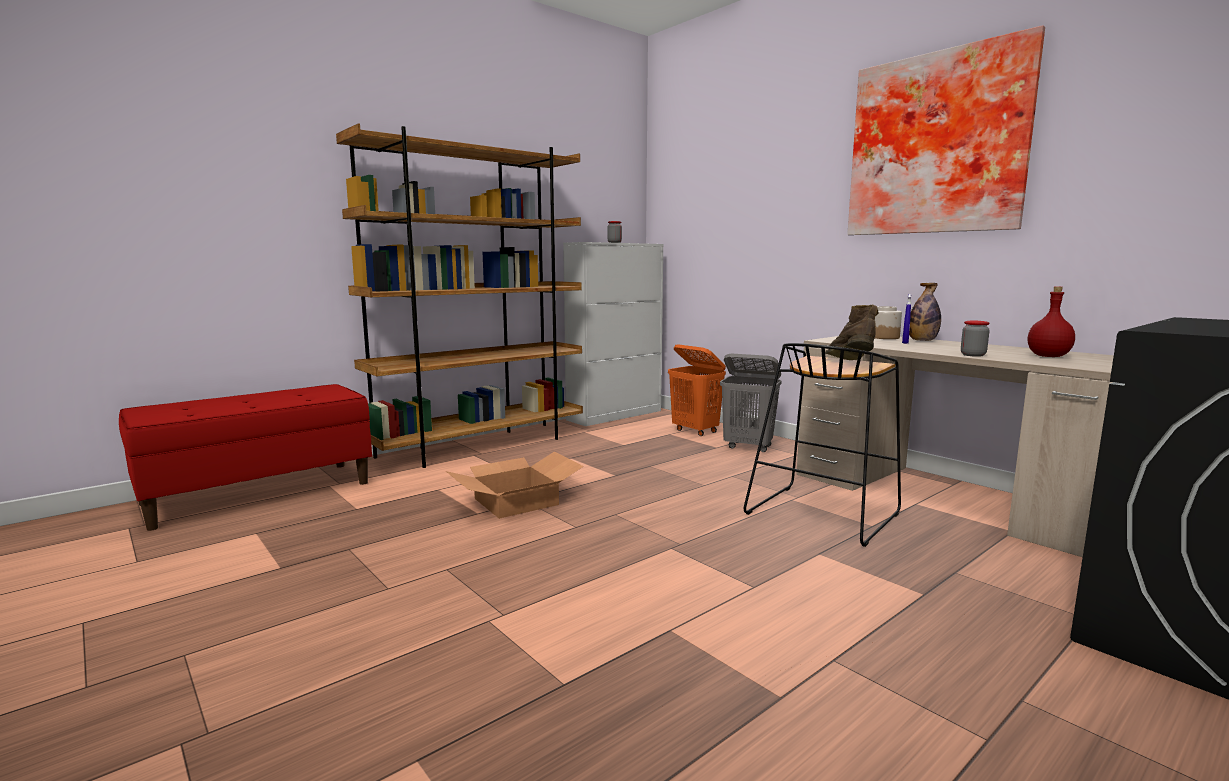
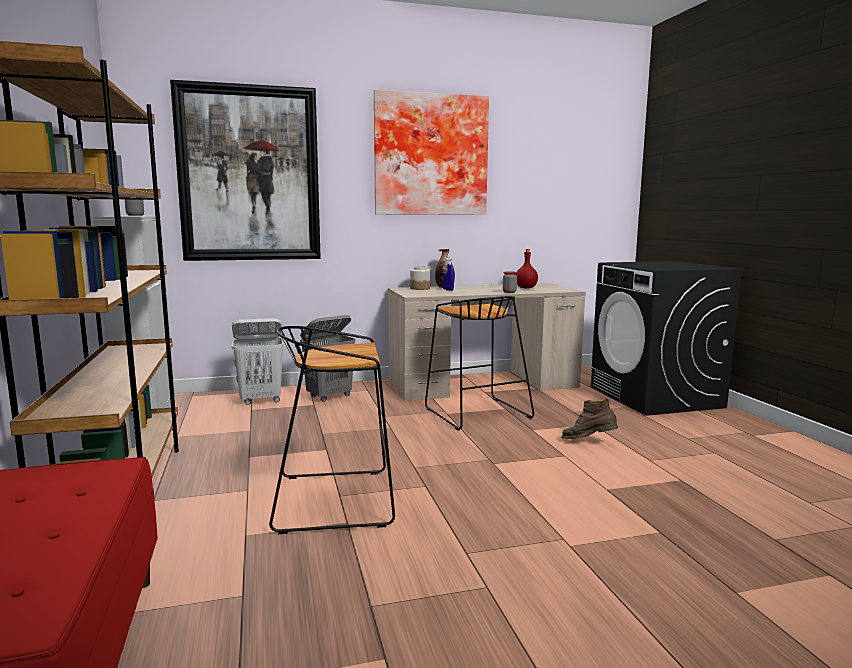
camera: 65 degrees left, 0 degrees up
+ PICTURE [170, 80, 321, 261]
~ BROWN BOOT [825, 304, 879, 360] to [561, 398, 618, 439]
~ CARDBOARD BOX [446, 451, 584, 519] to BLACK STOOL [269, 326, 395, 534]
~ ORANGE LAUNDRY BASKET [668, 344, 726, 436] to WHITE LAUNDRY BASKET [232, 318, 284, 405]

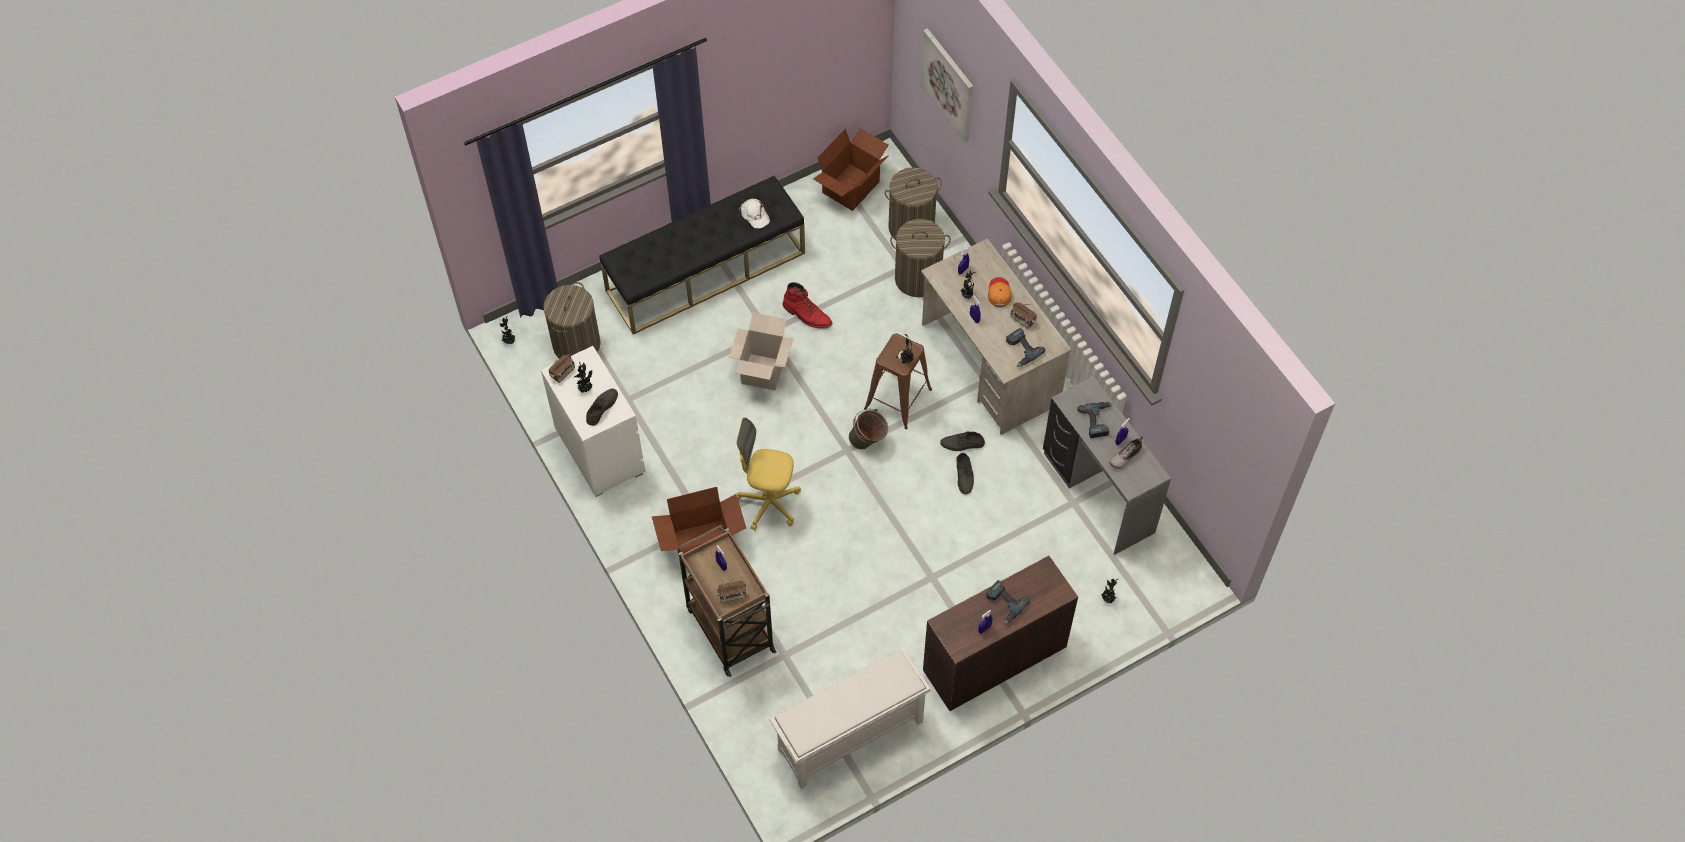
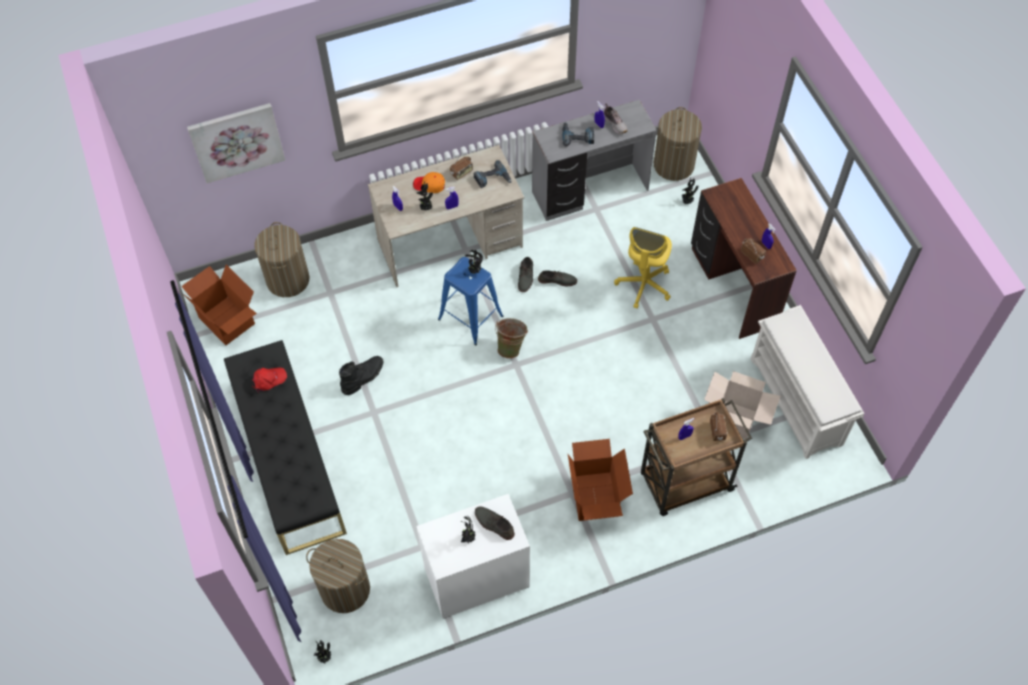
camera: 80 degrees left, 0 degrees up
- POWER DRILL [985, 580, 1030, 625]
~ RADIO [549, 352, 575, 383] to [741, 238, 766, 264]
~ CARDBOARD BOX [729, 313, 793, 390] to [704, 371, 781, 439]
~ YELLOW OFFICE CHAIR [736, 417, 801, 531] to [614, 227, 672, 309]
~ LAUNDRY BASKET [890, 219, 951, 297] to [654, 107, 702, 181]
~ WHITE CAP [739, 199, 770, 229] to RED CAP [252, 368, 287, 393]
~ RED BOOT [783, 282, 832, 329] to BLACK BOOT [339, 356, 384, 395]
~ BROWN STOOL [864, 334, 932, 429] to BLUE STOOL [438, 257, 503, 345]

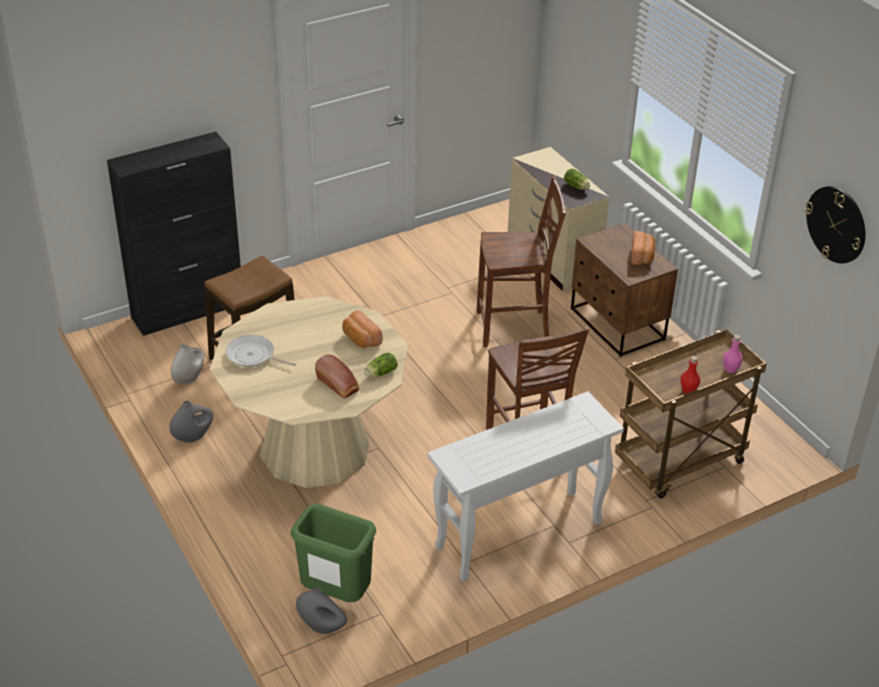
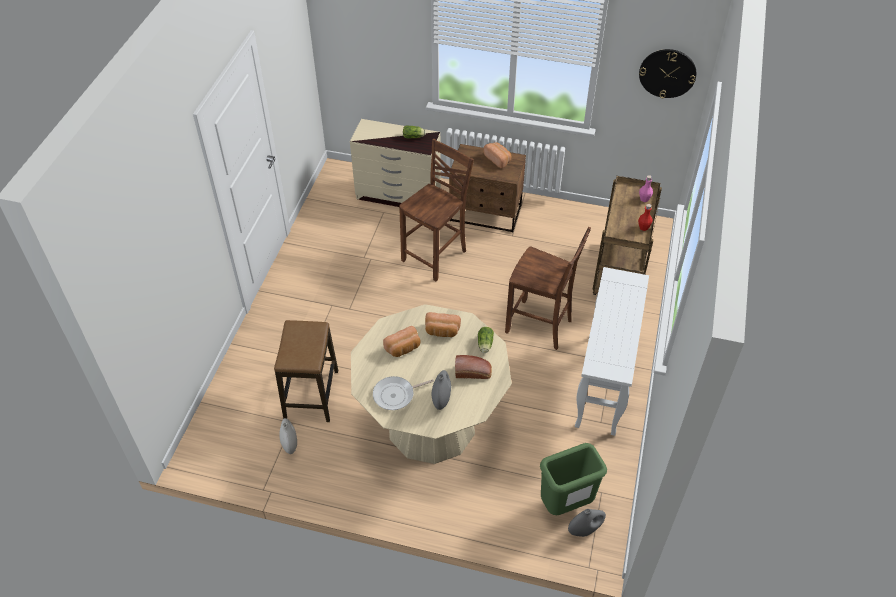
camera: 45 degrees left, 10 degrees up
- BLACK CABINET [107, 132, 241, 336]
+ BREAD [383, 326, 421, 357]
~ GREY VASE [169, 401, 213, 443] to [432, 370, 451, 410]

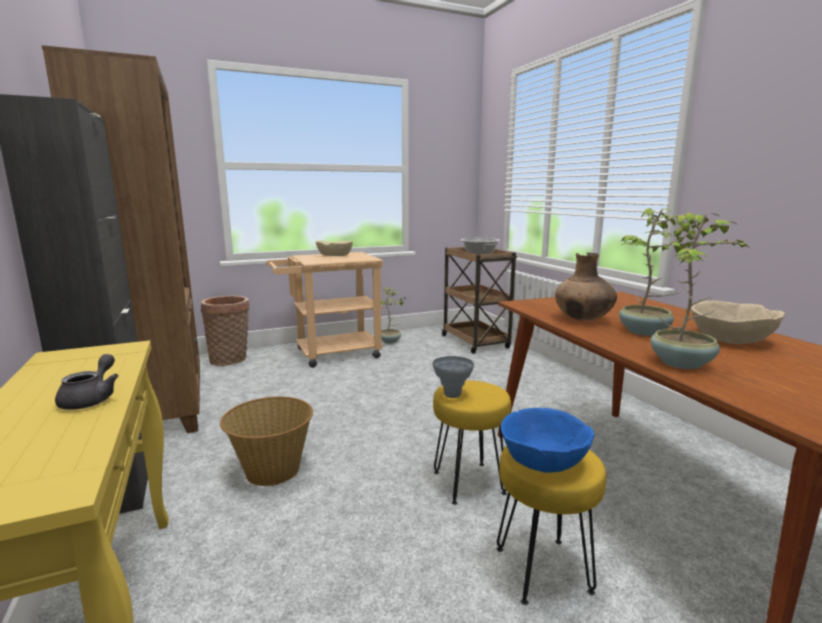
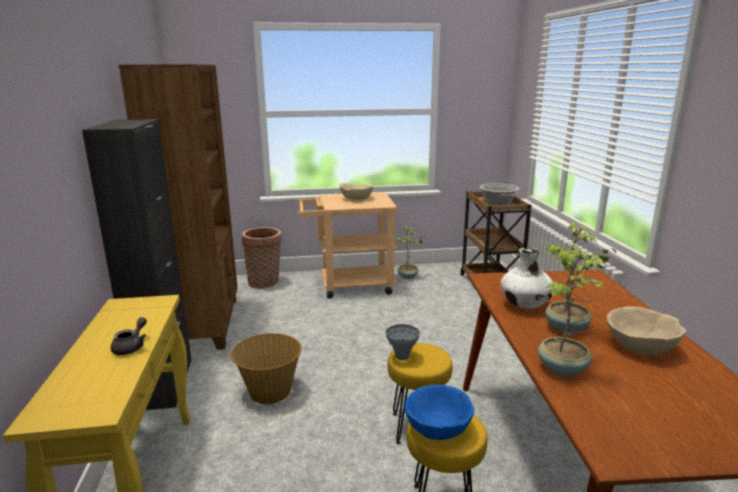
camera: 15 degrees right, 5 degrees up
~ BROWN VASE [555, 252, 617, 321] to WHITE VASE [500, 247, 554, 308]

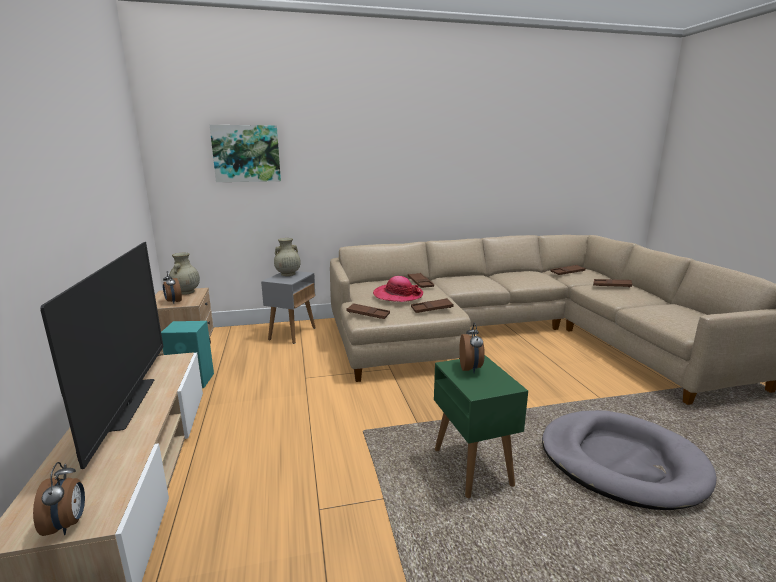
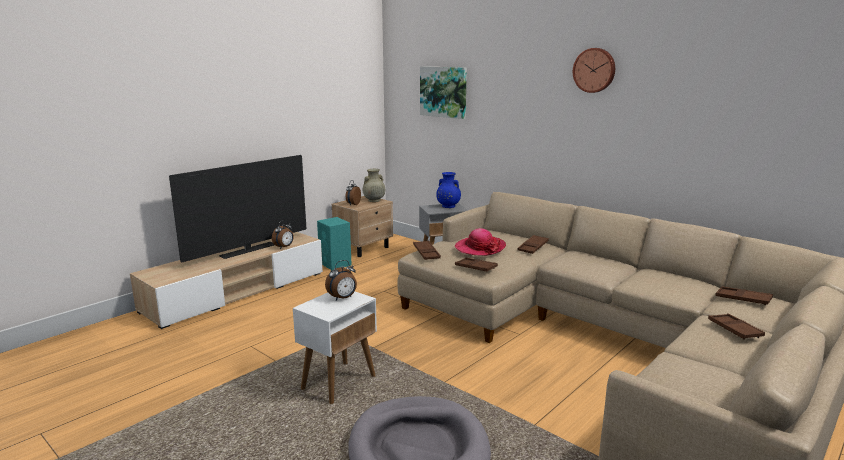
camera: 55 degrees right, 0 degrees up
+ WALL CLOCK [573, 48, 615, 93]
~ ALARM CLOCK [33, 462, 85, 536] to [272, 220, 294, 249]
~ BEIGE VASE [274, 238, 301, 276] to BLUE VASE [436, 172, 461, 208]
~ GREEN SIDE TABLE [434, 355, 528, 498] to WHITE SIDE TABLE [293, 292, 377, 404]

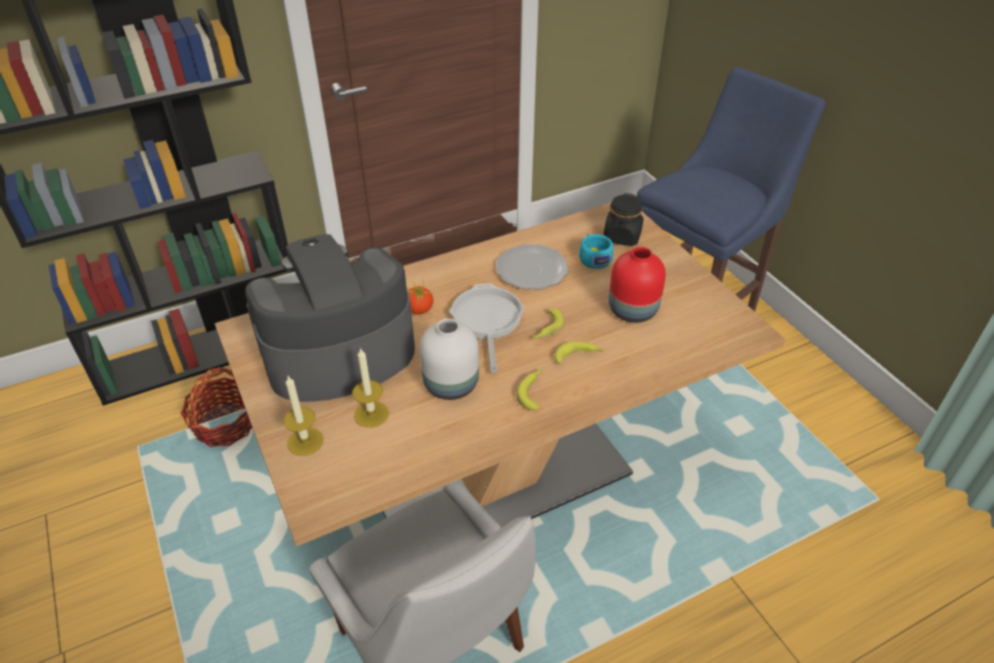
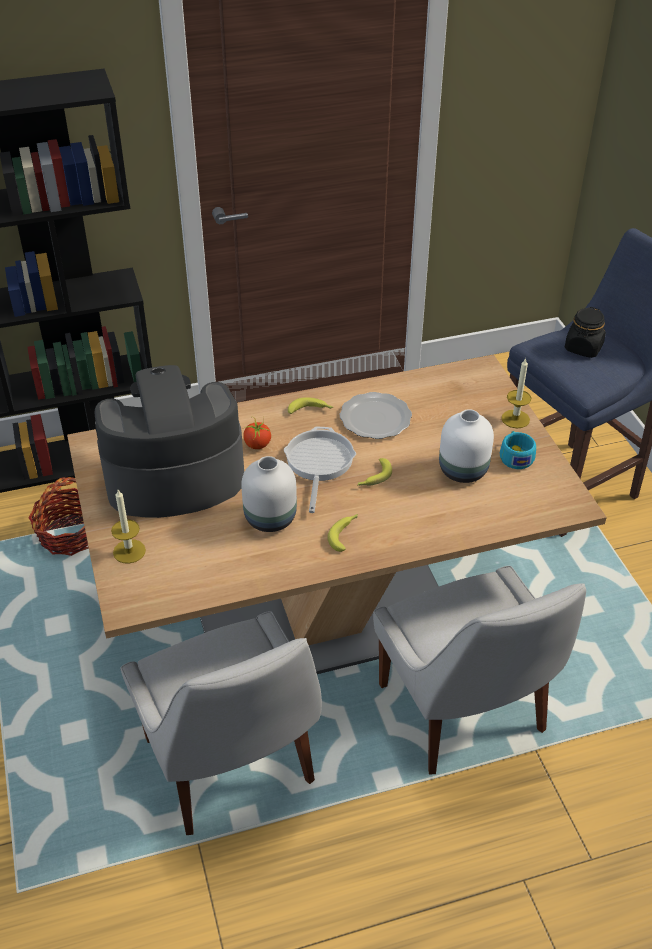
camera: 10 degrees right, 0 degrees up
+ WHITE CHAIR [373, 566, 586, 775]
~ CANDLE [352, 347, 389, 428] to [501, 358, 531, 428]
~ BANANA [555, 341, 605, 364] to [288, 397, 333, 414]
~ TURQUOISE CUP [579, 234, 613, 269] to [500, 431, 536, 469]
~ BLACK JAR [604, 193, 644, 246] to [565, 307, 606, 358]
~ RED VASE [609, 247, 666, 323] to WHITE VASE [439, 409, 494, 483]

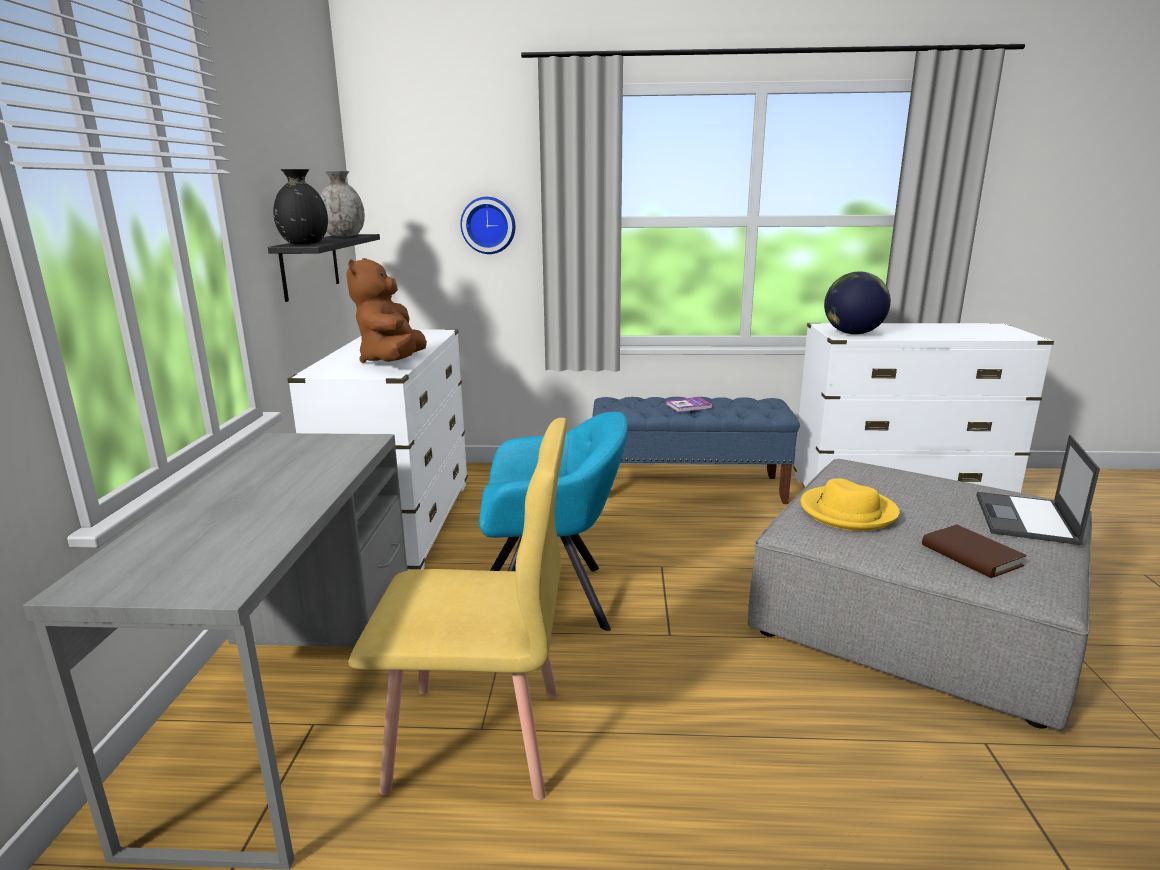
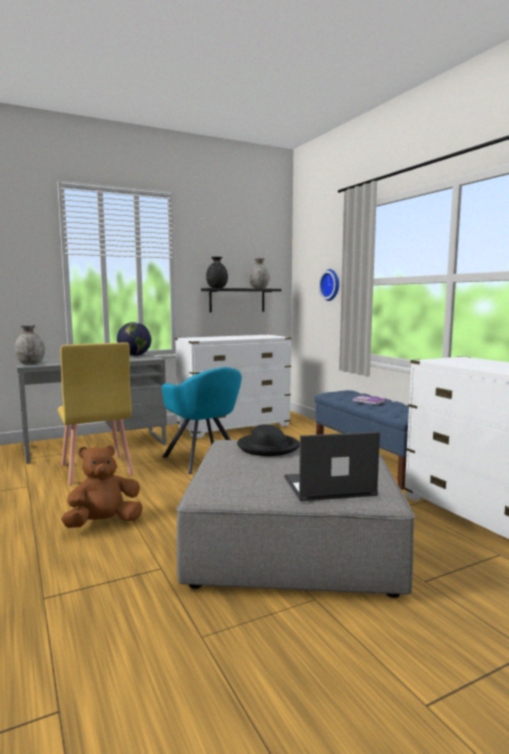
camera: 60 degrees right, 10 degrees down
- BROWN BOOK [922, 524, 1026, 578]
+ GREY VASE [15, 325, 45, 364]
~ BROWN PLUSH TOY [346, 258, 427, 363] to [61, 445, 143, 528]
~ GLOBE [824, 272, 891, 335] to [117, 322, 151, 356]
~ YELLOW HAT [800, 478, 900, 531] to BLACK HAT [237, 425, 300, 456]

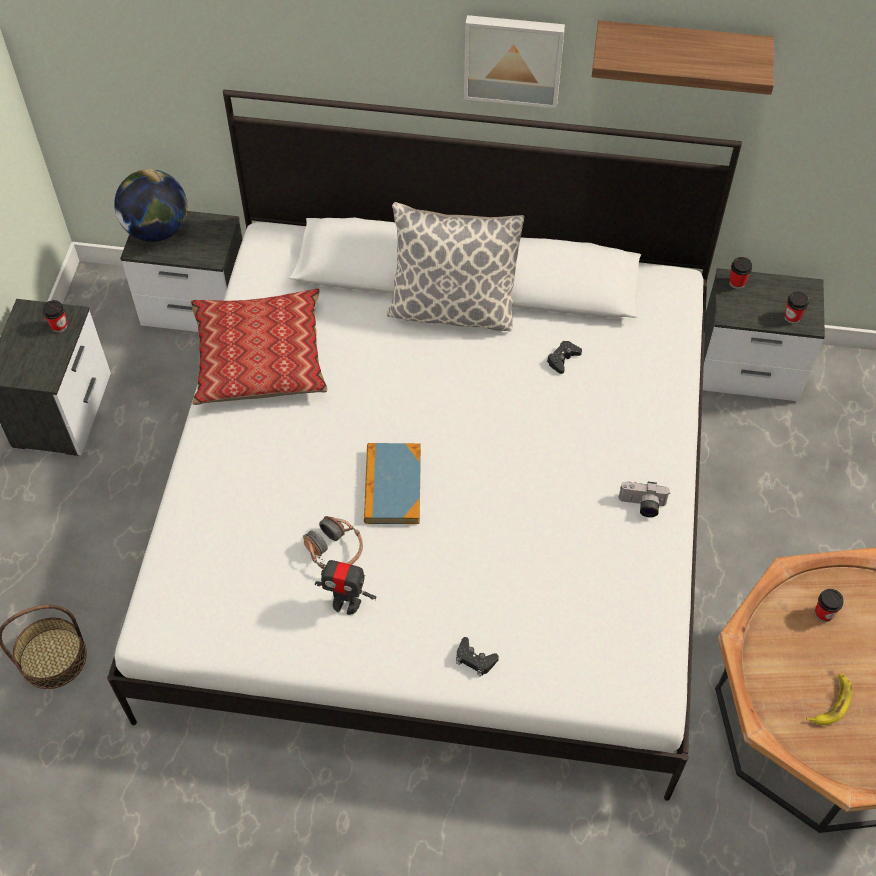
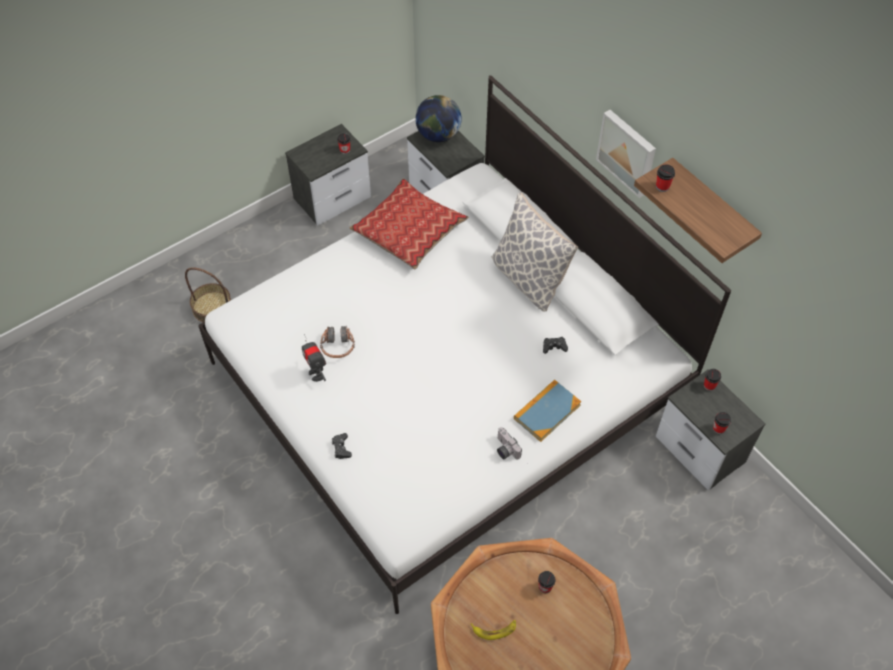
camera: 45 degrees right, 0 degrees up
+ CUP [656, 164, 675, 192]
~ BOOK [364, 443, 421, 524] to [514, 380, 581, 442]

